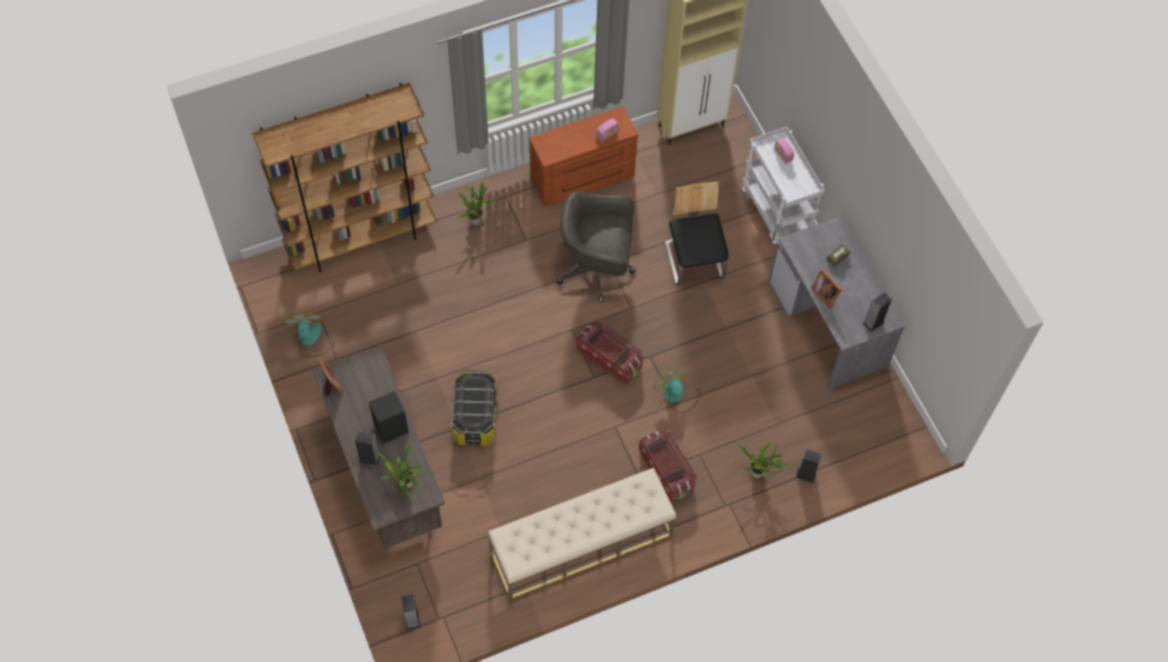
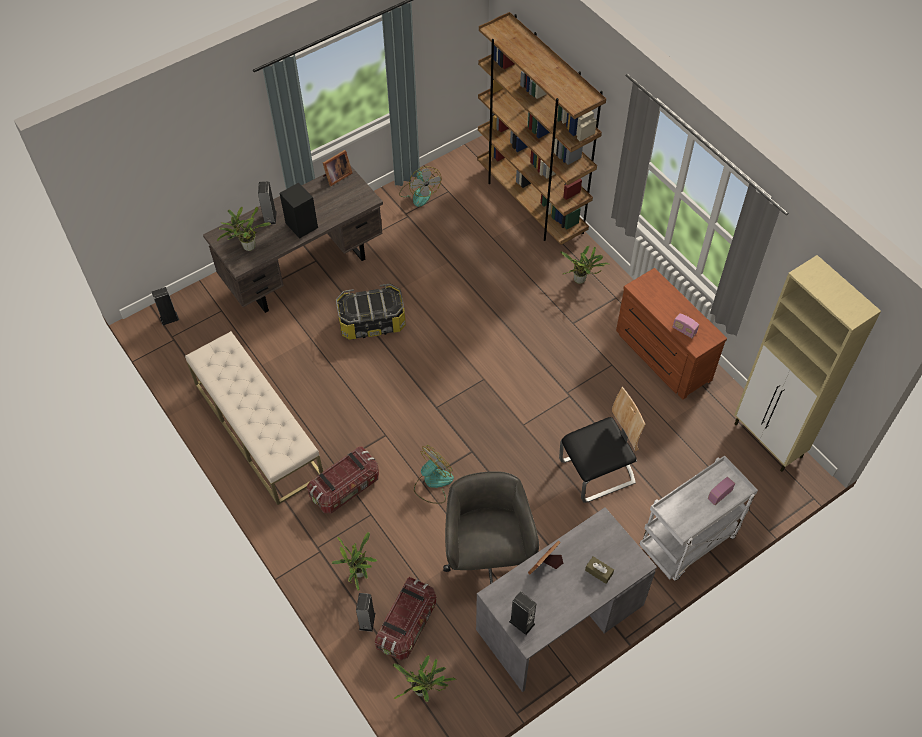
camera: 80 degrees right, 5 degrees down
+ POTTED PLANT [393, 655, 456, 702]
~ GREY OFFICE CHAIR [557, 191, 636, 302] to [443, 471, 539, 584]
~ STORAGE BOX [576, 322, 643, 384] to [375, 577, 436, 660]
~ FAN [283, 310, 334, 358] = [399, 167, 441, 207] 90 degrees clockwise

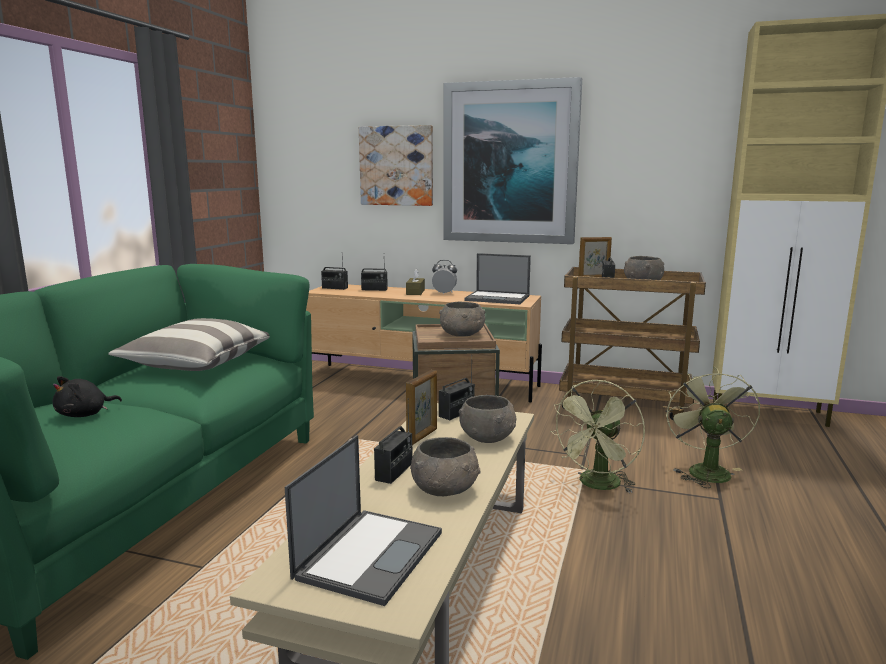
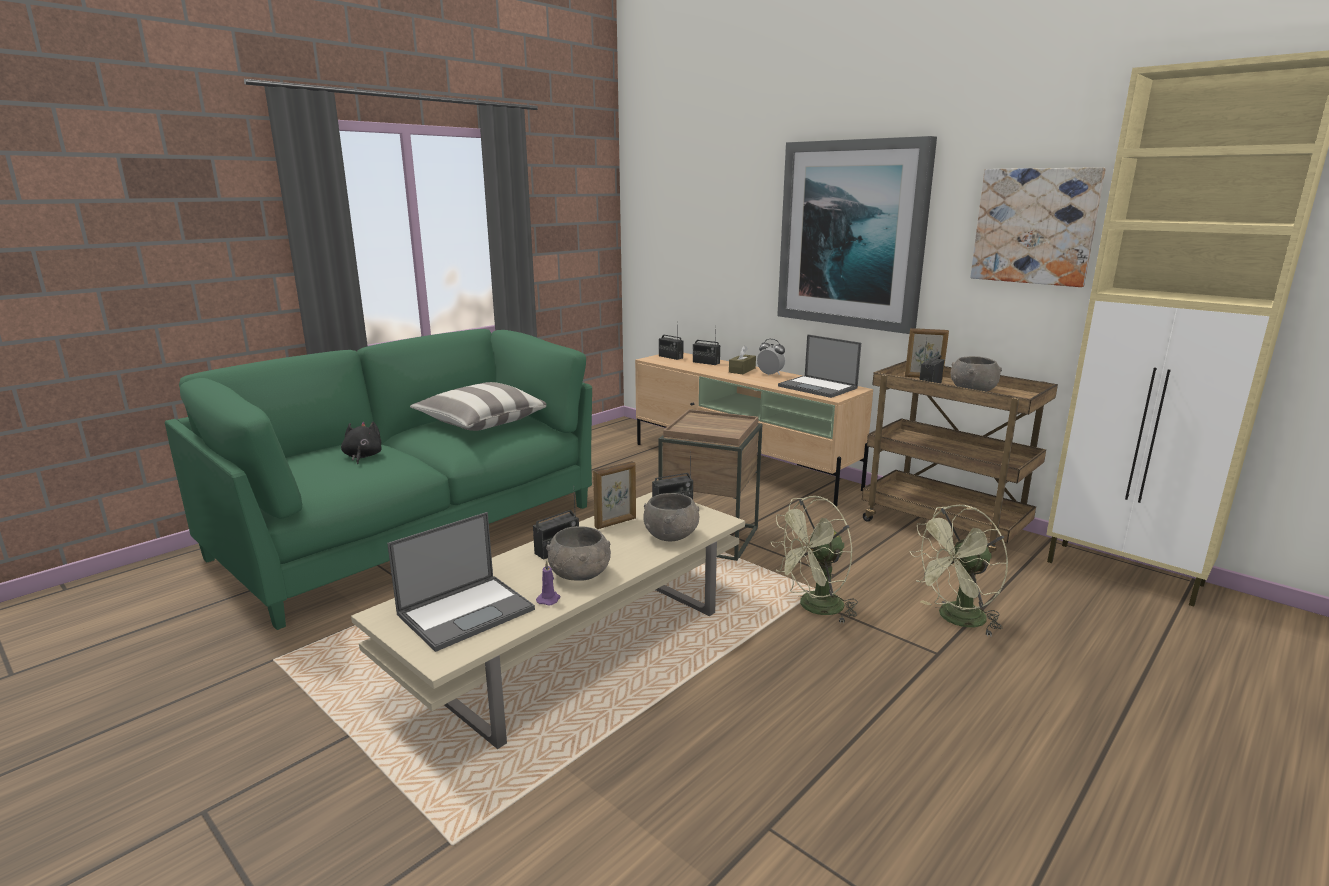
camera: 25 degrees right, 5 degrees up
- GREY BOWL [439, 302, 485, 336]
+ PURPLE CANDLE [536, 560, 560, 606]
~ PICTURE [359, 125, 433, 206] to [970, 167, 1106, 287]
~ BLACK PLUSH TOY [53, 376, 122, 417] = [341, 421, 382, 464] 105 degrees clockwise
~ GREEN FAN [666, 367, 760, 488] = [909, 505, 1008, 636] 150 degrees counterclockwise

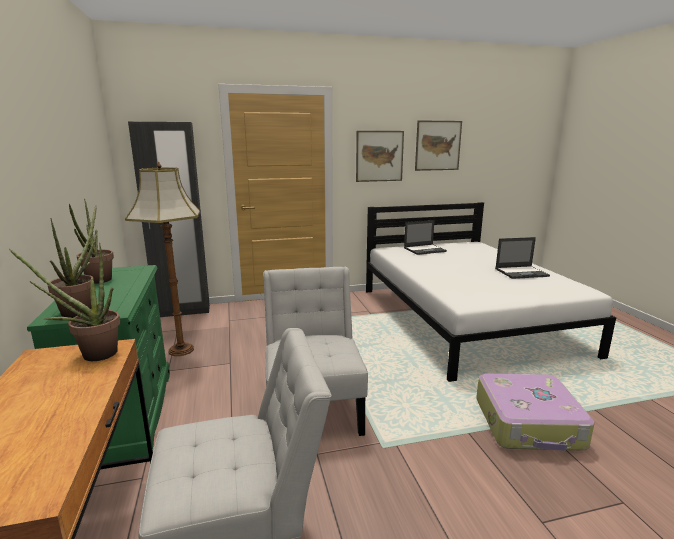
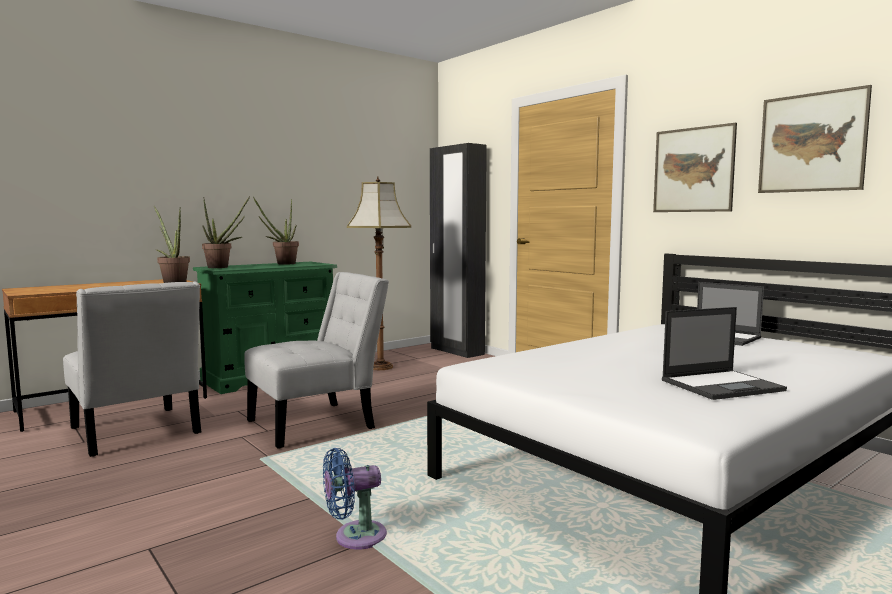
camera: 65 degrees right, 10 degrees down
~ SUITCASE [476, 374, 595, 451] to BLUE FAN [323, 448, 387, 550]
~ LAPTOP [495, 237, 550, 279] = [662, 307, 787, 400] 75 degrees counterclockwise

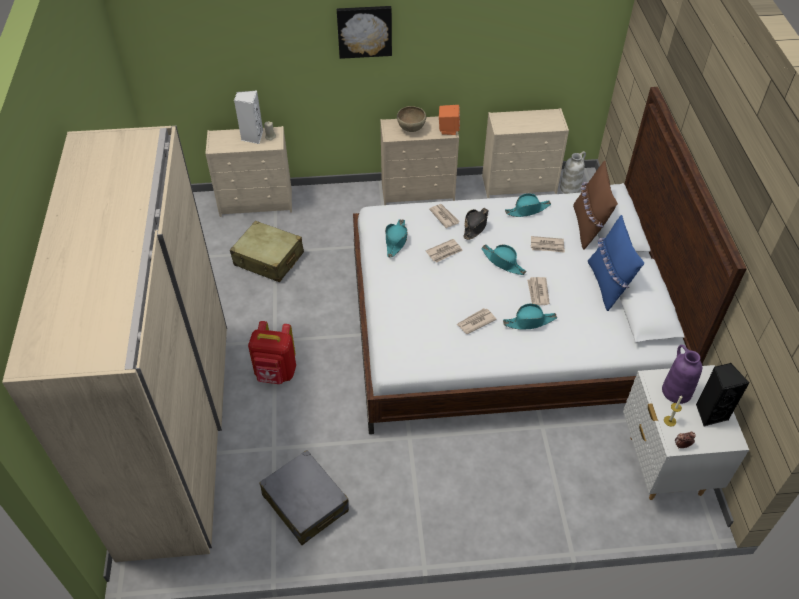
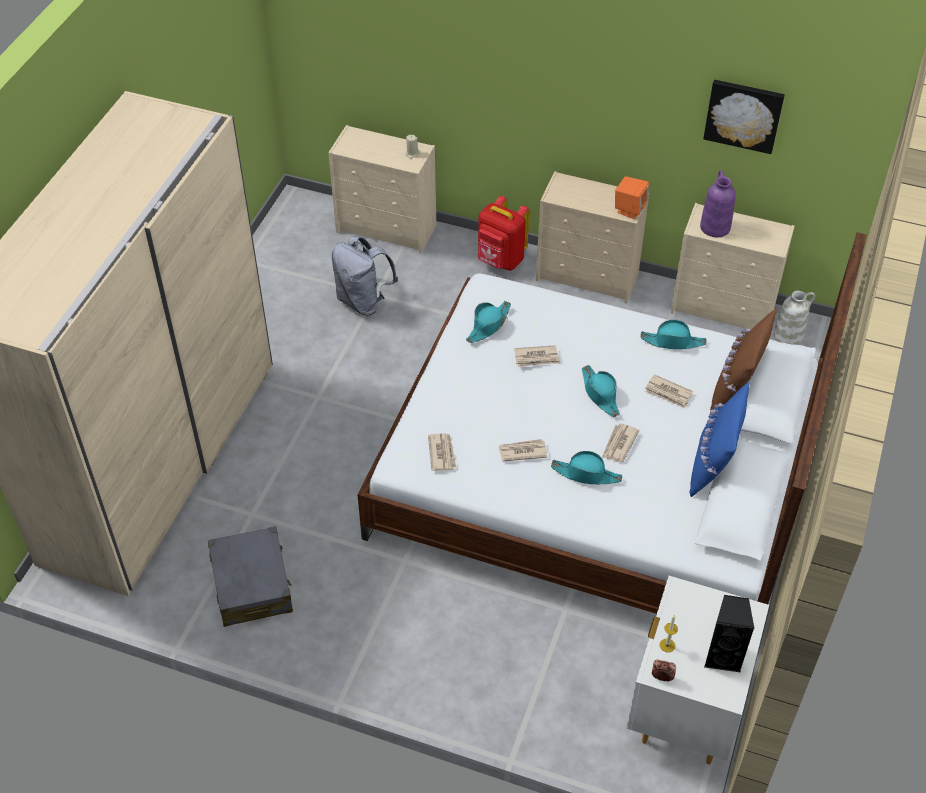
camera: 25 degrees right, 0 degrees up
- WHITE SPEAKER [234, 90, 263, 144]
- BROWN BOWL [397, 106, 426, 132]
- BLACK HAT [463, 208, 489, 240]
~ RED BACKPACK [248, 321, 296, 384] to [478, 196, 529, 271]
~ PICTURE [337, 6, 392, 59] to [703, 80, 785, 154]
~ NEWSPAPER [429, 204, 460, 228] to [428, 433, 457, 471]
~ PURPLE VASE [662, 345, 702, 404] to [700, 170, 736, 237]
~ BEIGE SUITCASE [230, 221, 304, 282] to GREY BACKPACK [332, 236, 398, 315]

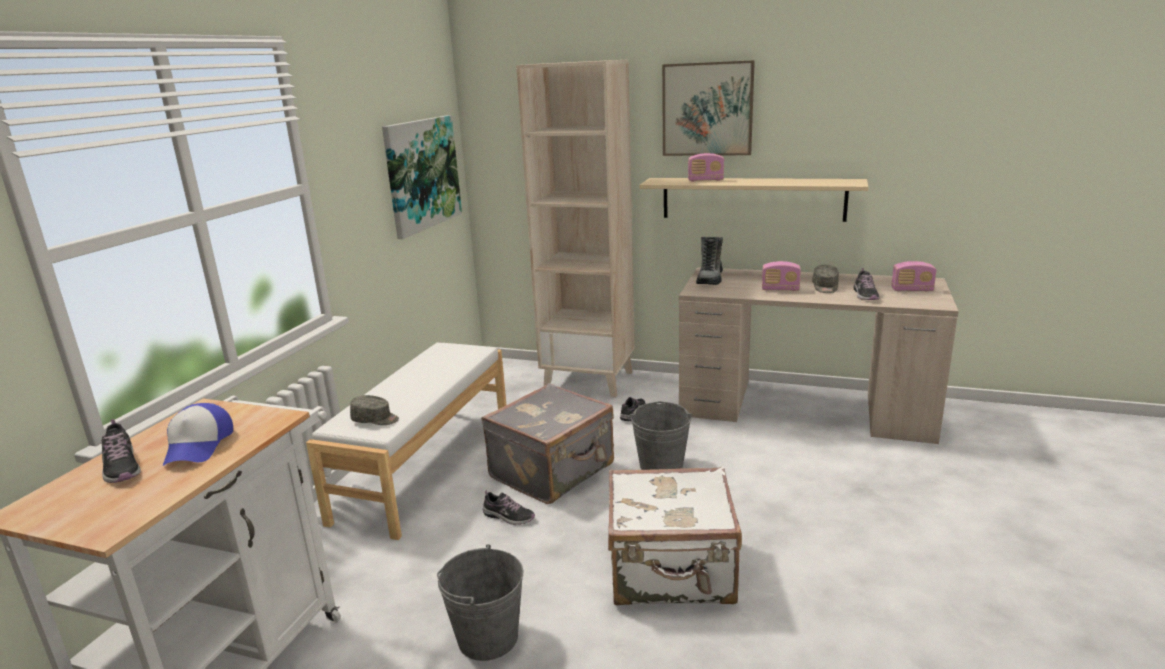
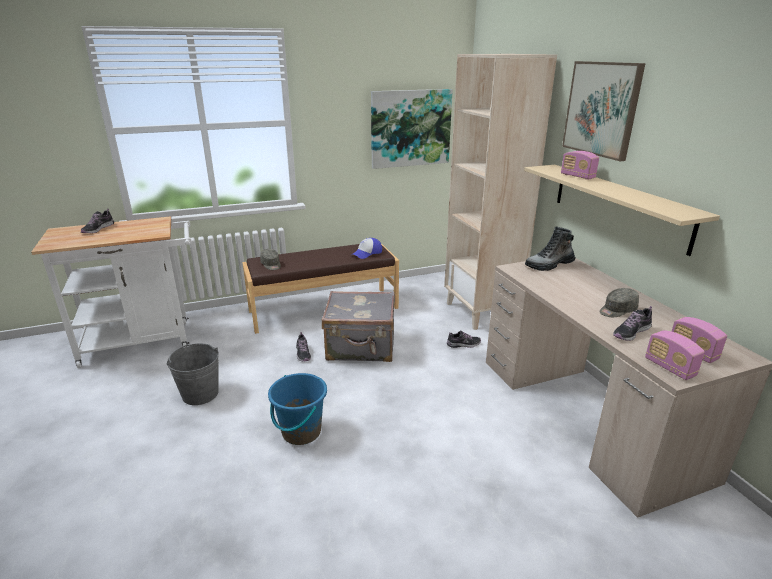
camera: 50 degrees right, 5 degrees up
- GREY BUCKET [630, 401, 692, 470]
~ CAP [163, 403, 233, 466] to [352, 238, 382, 259]
~ RADIO [762, 261, 801, 291] to [645, 330, 705, 380]
~ WHITE SUITCASE [608, 467, 742, 606] to BLUE BUCKET [268, 373, 327, 445]
~ WHITE BENCH [306, 343, 506, 540] to BROWN BENCH [242, 244, 399, 334]

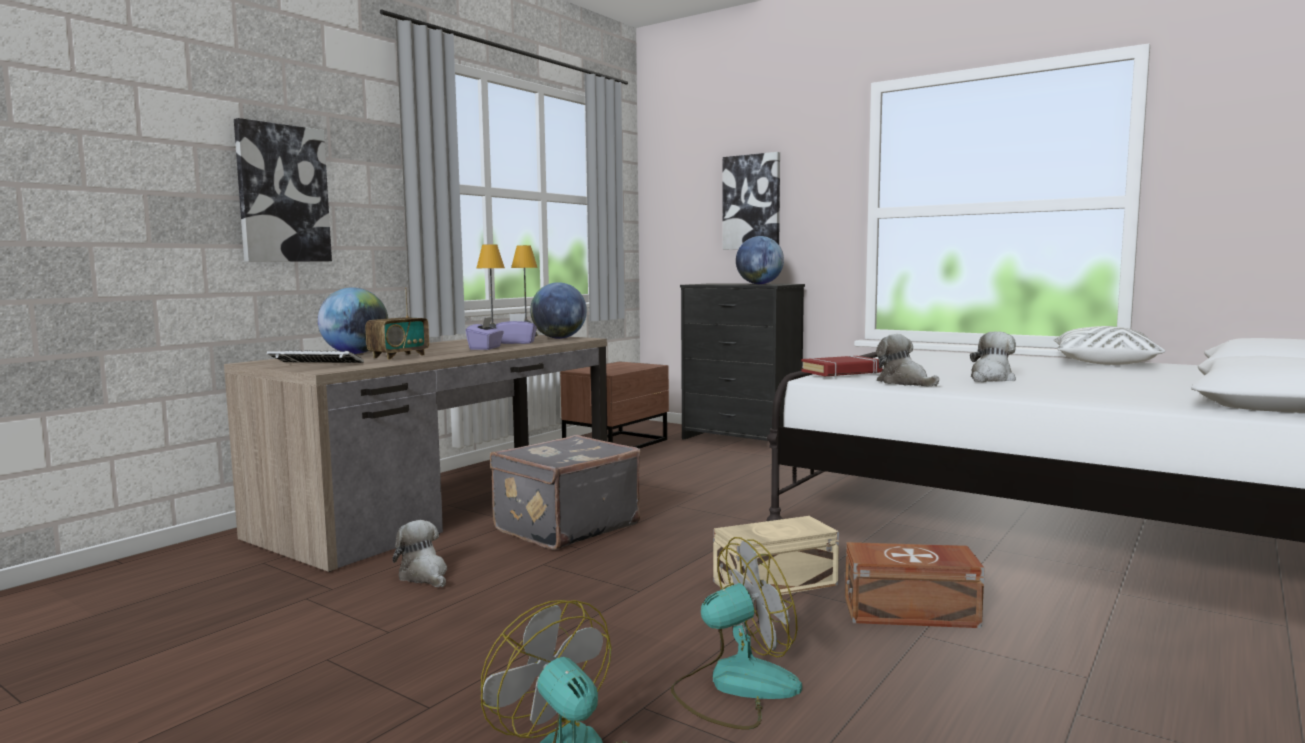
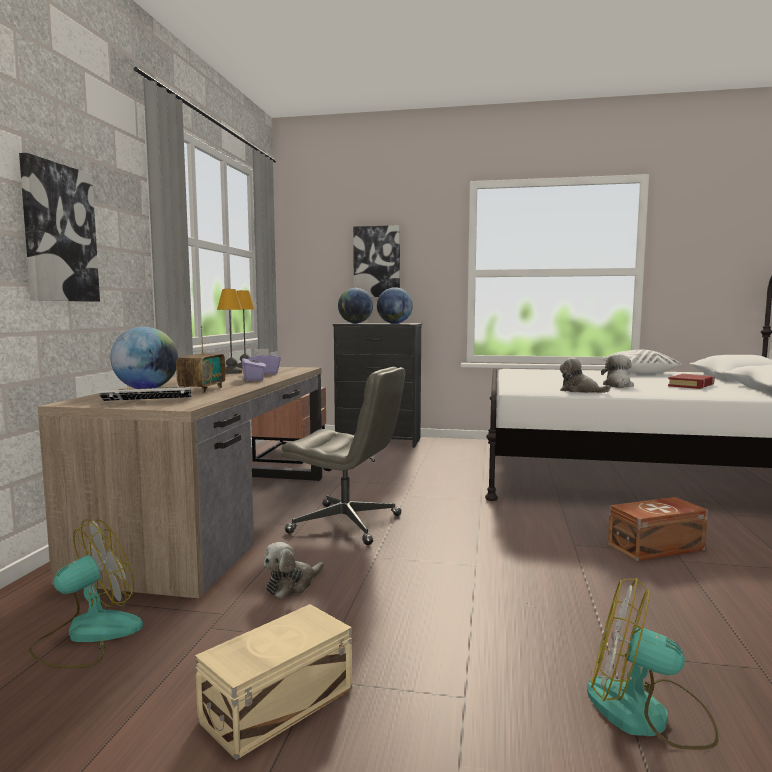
camera: 25 degrees left, 0 degrees up
~ GLOBE [530, 282, 587, 339] to [338, 288, 373, 323]
~ FAN [671, 537, 802, 730] to [29, 519, 143, 668]
~ BEIGE STORAGE BOX [713, 516, 839, 595] to [195, 604, 352, 760]
~ RED BOOK [801, 356, 882, 377] to [668, 374, 715, 389]
~ GREY SUITCASE [490, 435, 641, 550] to GREY OFFICE CHAIR [281, 367, 405, 545]
~ PLUSH TOY [392, 520, 447, 587] = [264, 542, 324, 598] 75 degrees counterclockwise

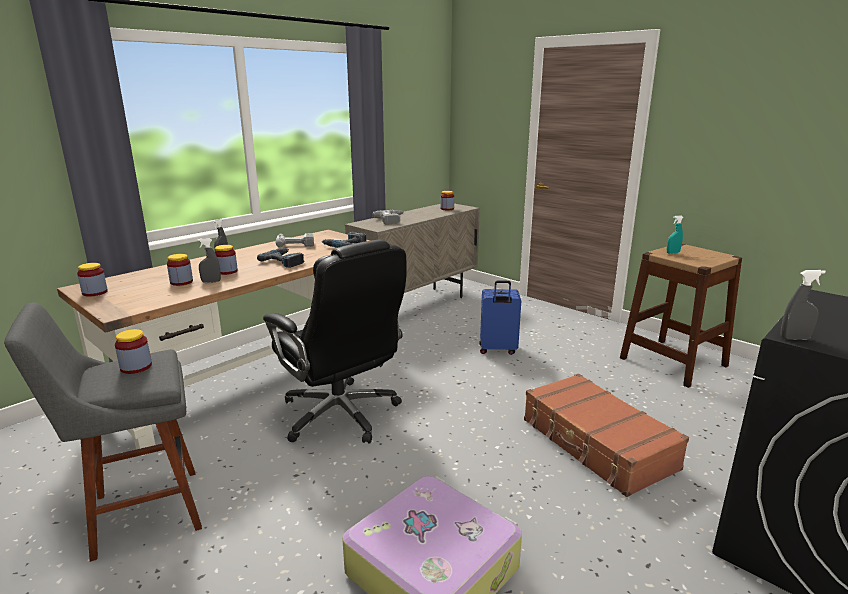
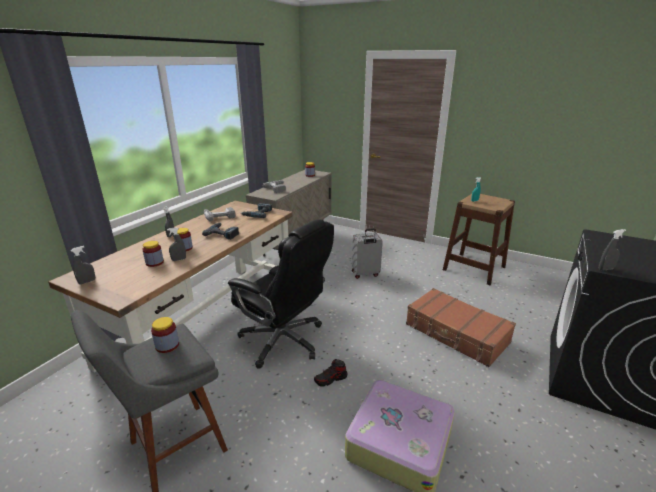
camera: 15 degrees left, 5 degrees up
+ SHOE [314, 359, 347, 387]
~ JAR [77, 263, 108, 297] to GREY SPRAY BOTTLE [71, 246, 95, 284]
~ BLUE SUITCASE [479, 280, 521, 355] to GREY SUITCASE [352, 228, 383, 279]

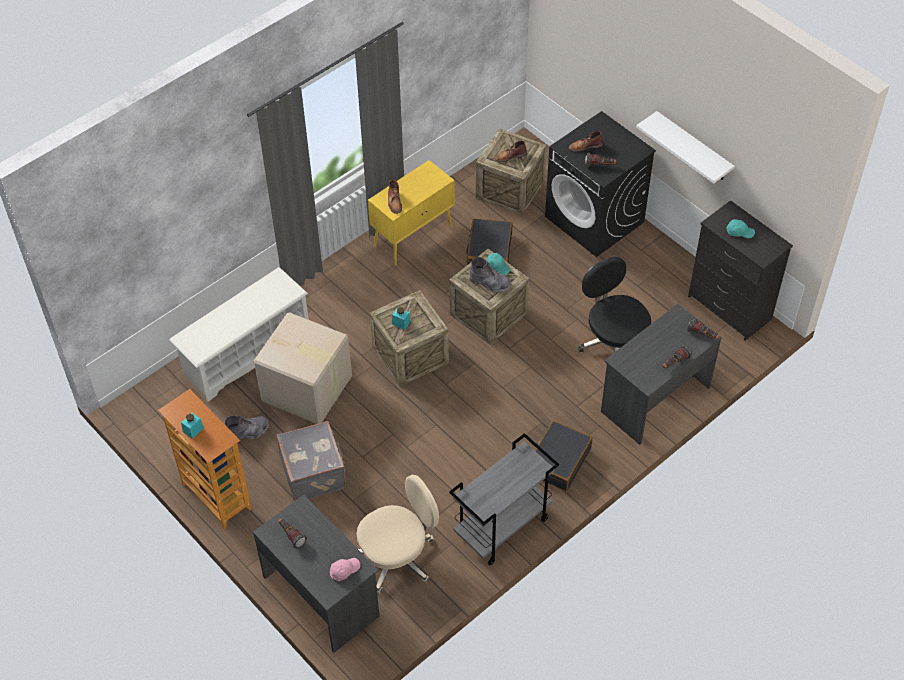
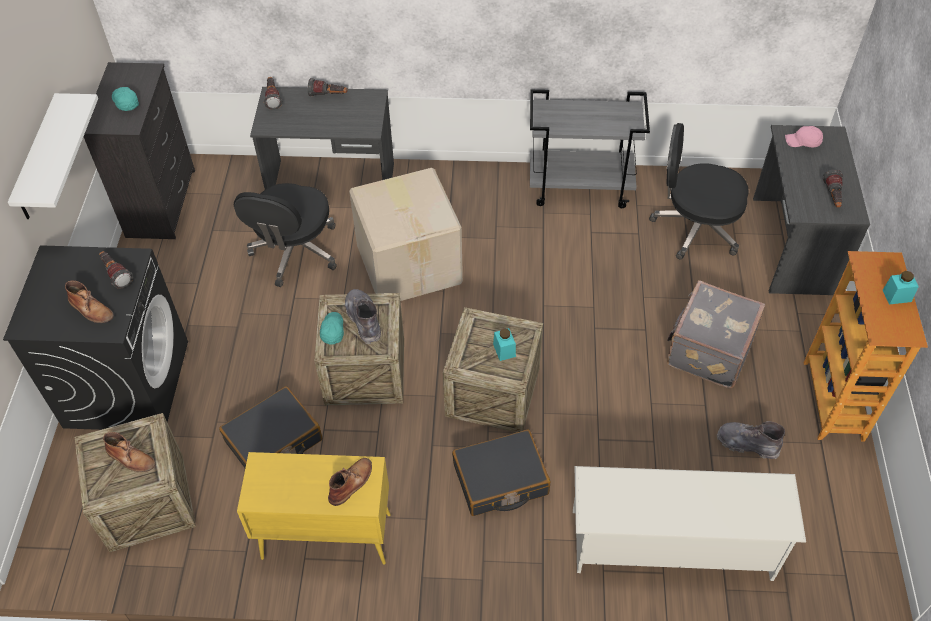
camera: 135 degrees left, 0 degrees up
~ CARDBOARD BOX [254, 313, 352, 424] to [349, 168, 463, 301]
~ BLACK SUITCASE [535, 421, 592, 491] to [452, 429, 550, 516]
~ BEIGE OFFICE CHAIR [357, 475, 439, 593] to BLACK OFFICE CHAIR [649, 123, 749, 260]

